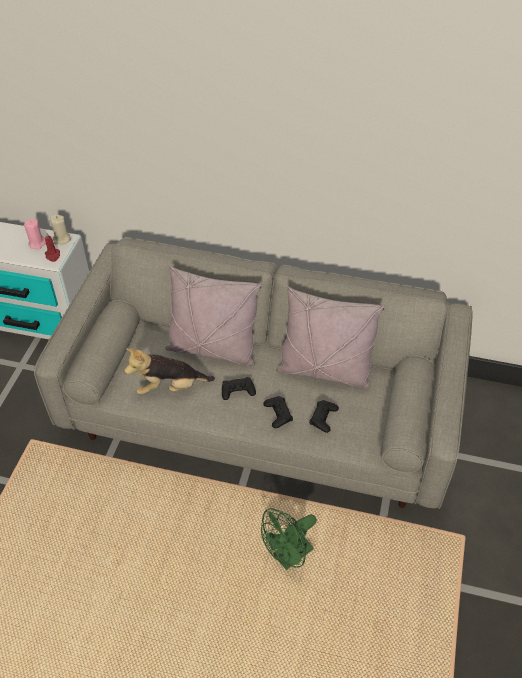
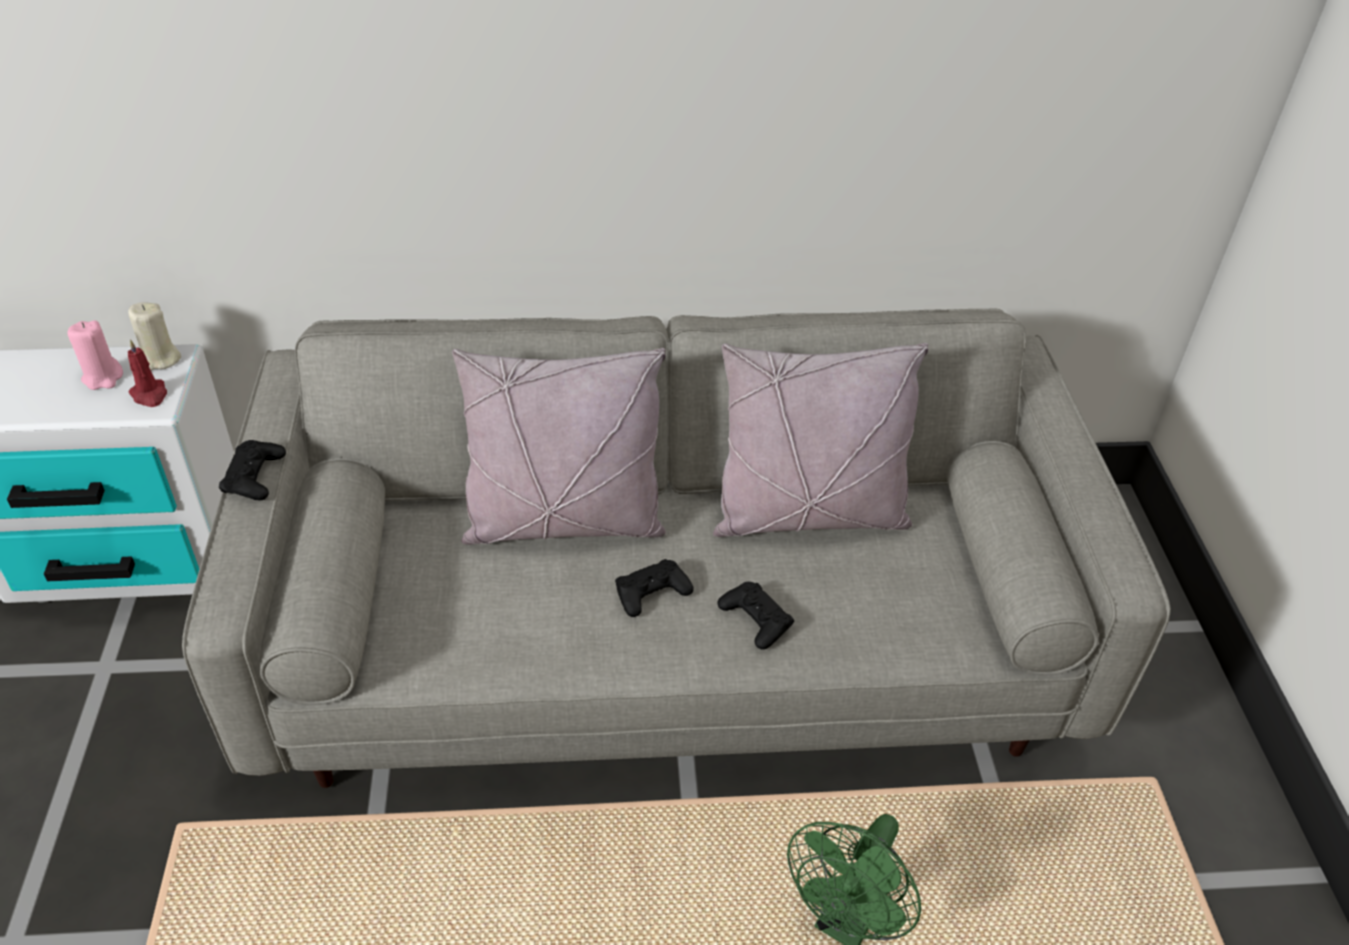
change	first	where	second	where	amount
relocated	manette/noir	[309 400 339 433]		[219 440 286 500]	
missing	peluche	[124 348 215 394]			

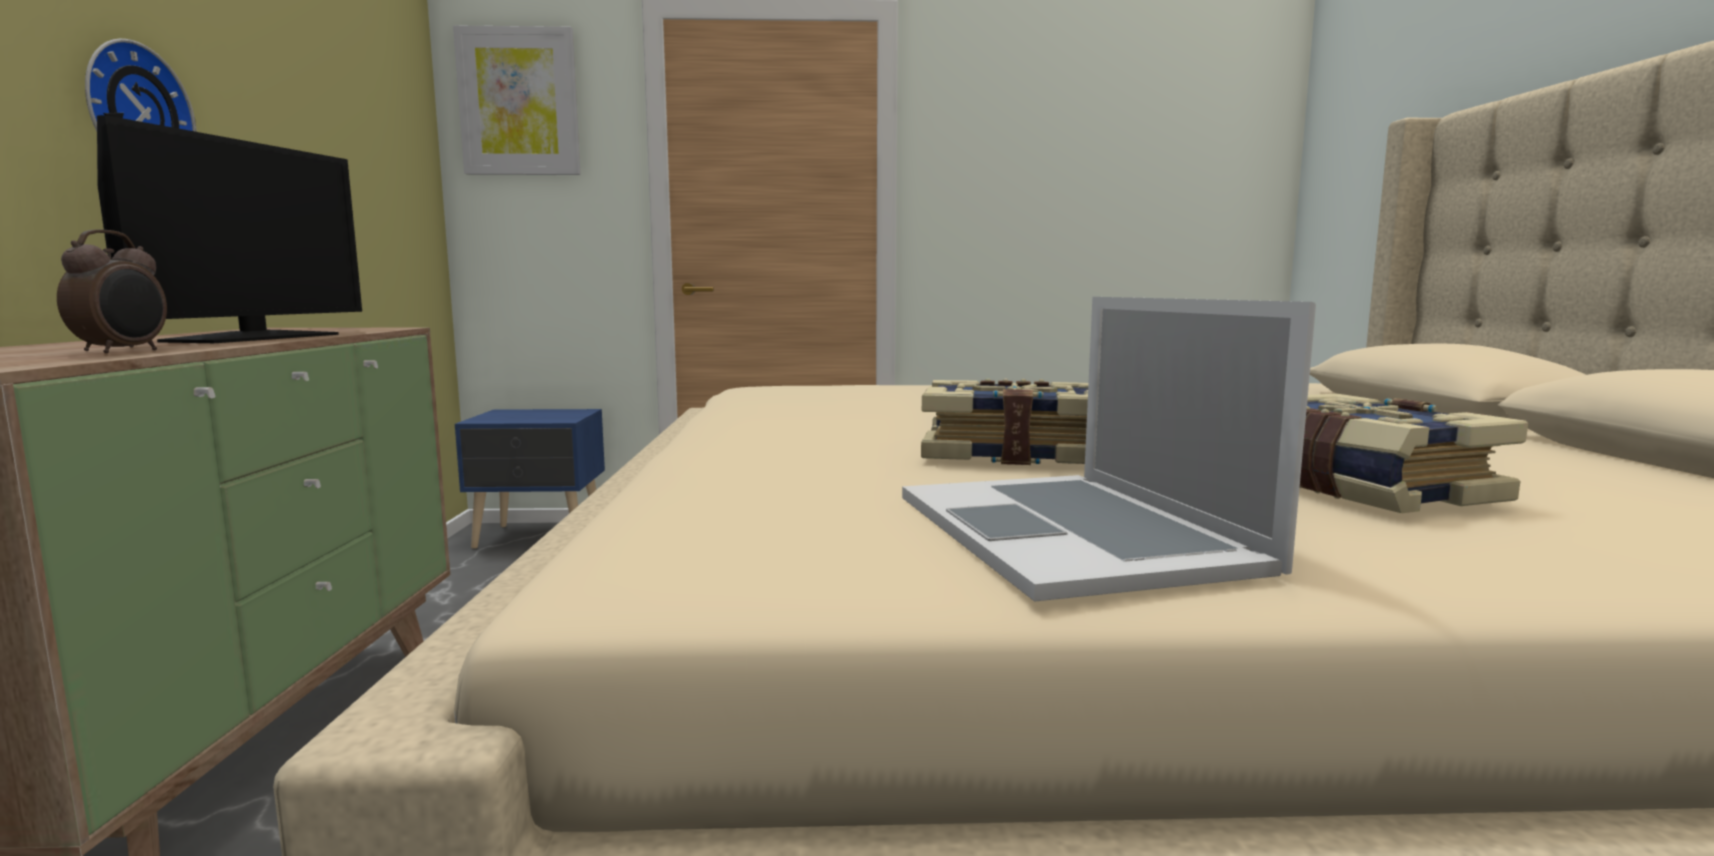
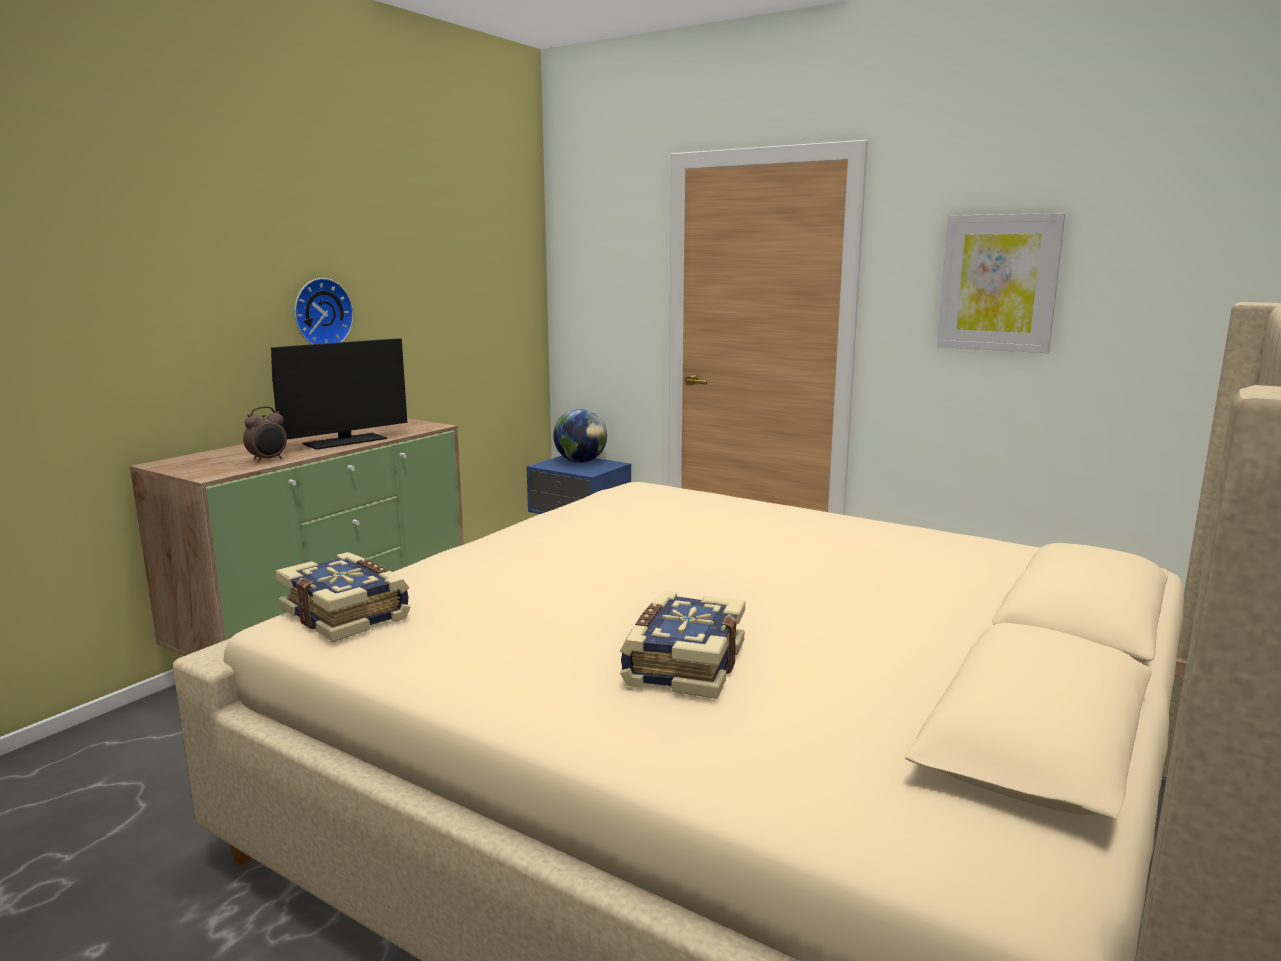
change	first	where	second	where	amount
relocated	livre	[921 378 1088 465]		[275 552 411 642]	
appeared			globe	[553 409 607 463]	
relocated	tableau	[453 25 581 175]		[937 213 1065 353]	
missing	ordinateur portable	[902 297 1316 602]			

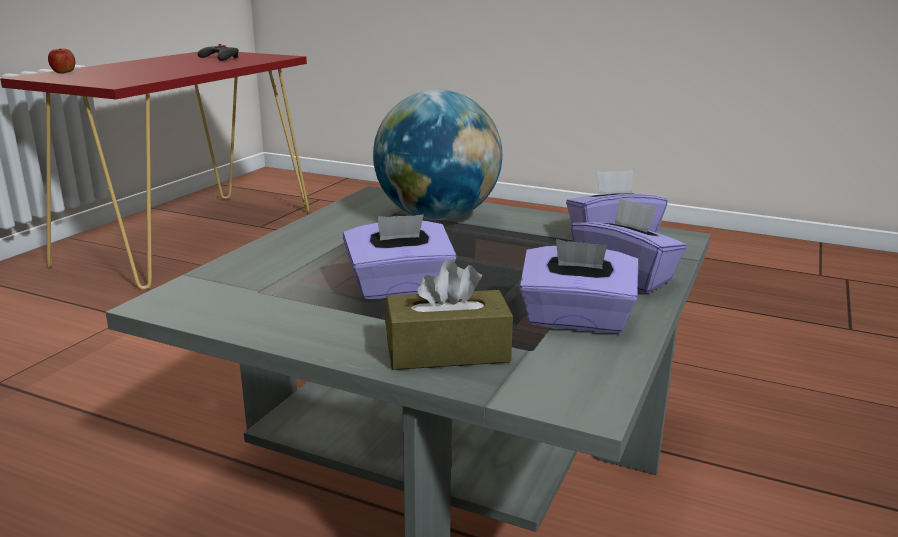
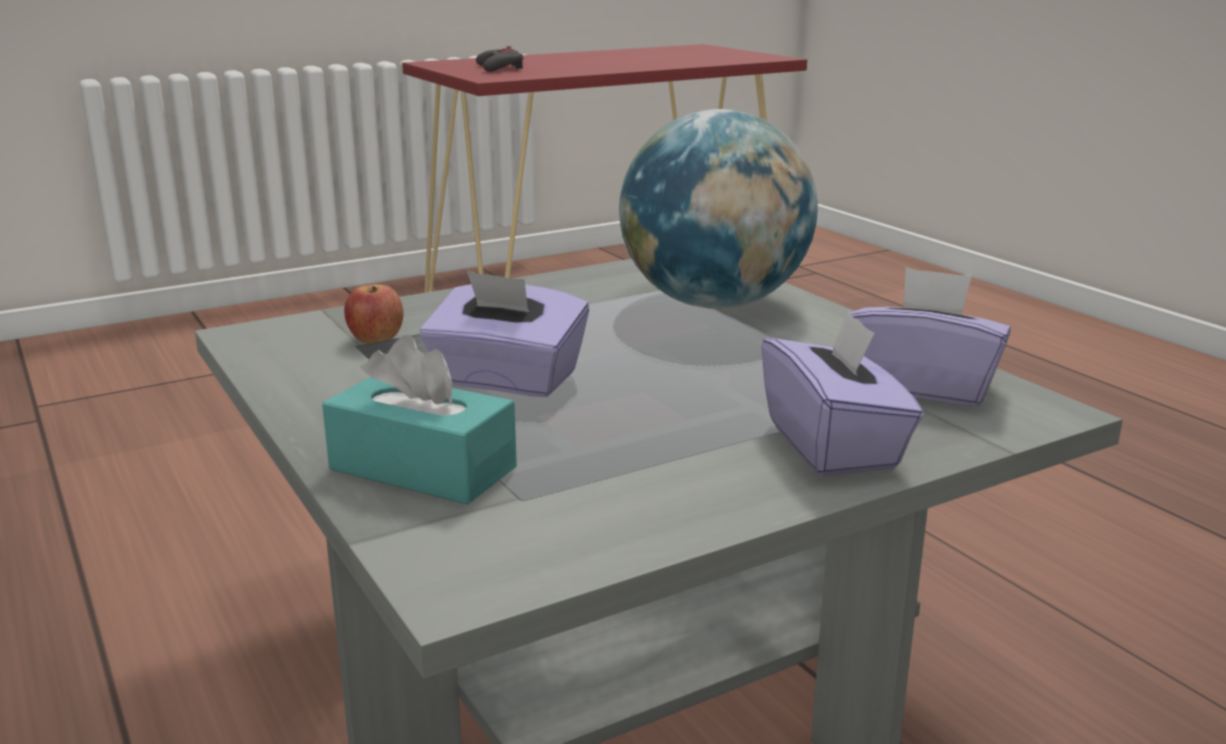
change	first	where	second	where	amount
colour	boîte à mouchoirs/marron	[385 259 513 370]	boîte à mouchoirs/turquoise	[322 335 517 505]	
relocated	pomme	[48 48 75 74]		[344 285 403 344]	
relocated	manette/gris	[198 44 239 61]		[476 46 524 72]	
missing	boîte à mouchoirs/violet	[519 239 638 333]			

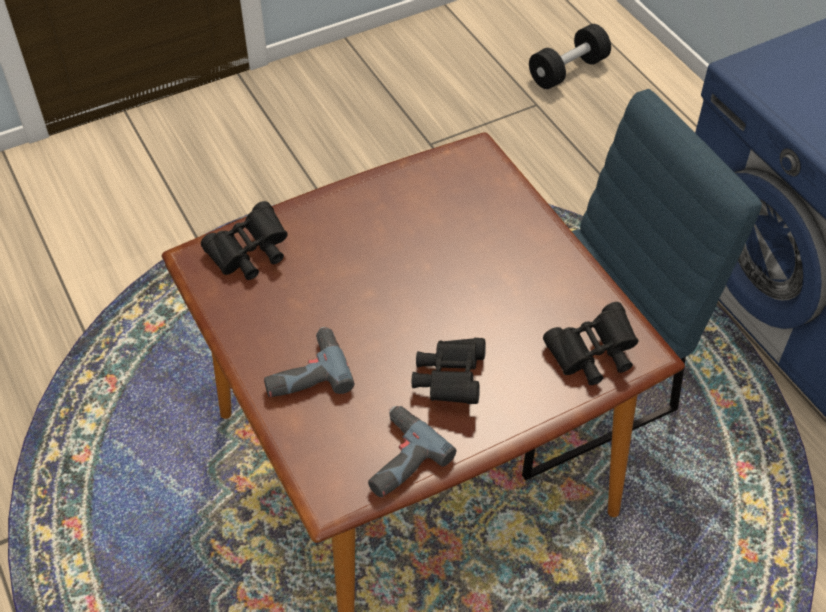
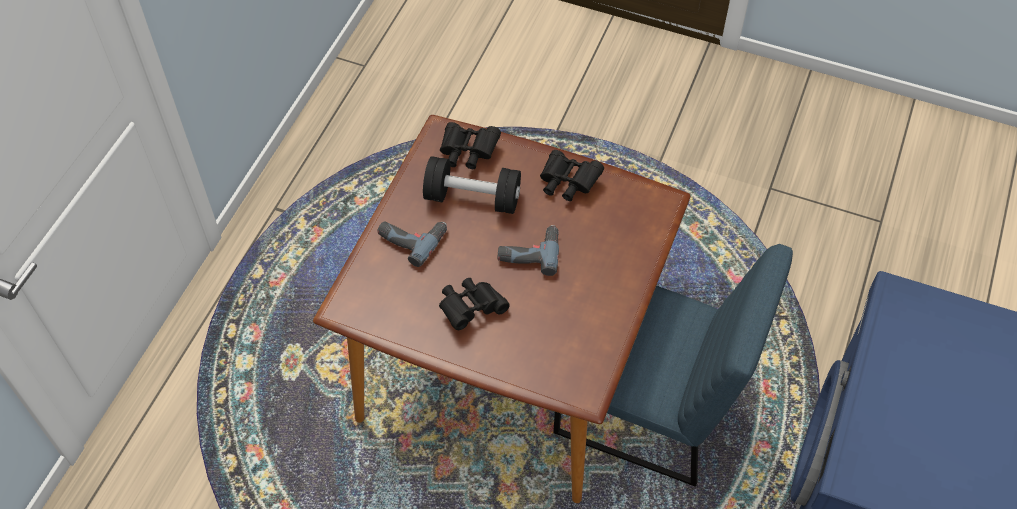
change	first	where	second	where	amount
relocated	haltère/noir	[529 24 611 89]		[423 156 521 214]	
relocated	perceuse	[368 406 457 497]		[498 225 559 276]	
relocated	jumelles/noir	[543 302 639 385]		[540 150 604 201]	

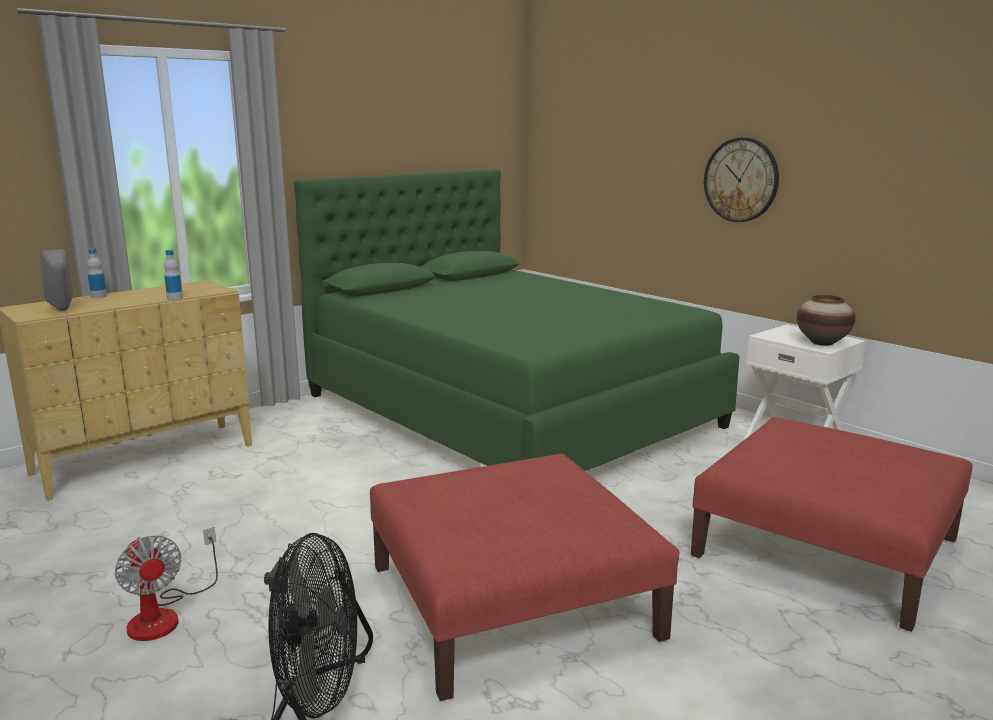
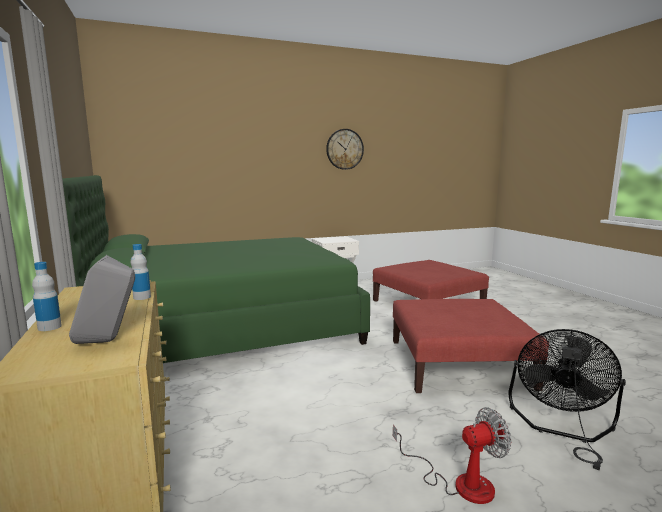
change	first	where	second	where	amount
relocated	horloge murale	[704 137 779 222]		[326 129 364 170]	
missing	vase	[797 295 855 346]			

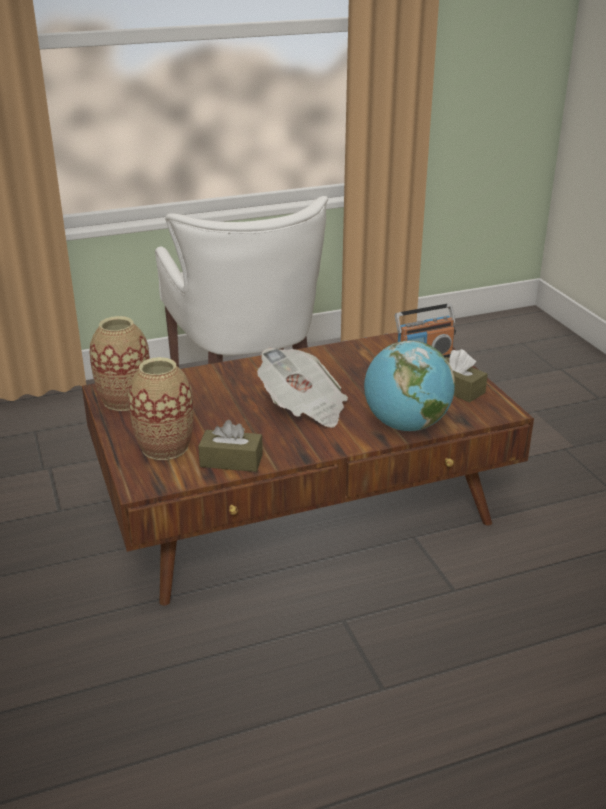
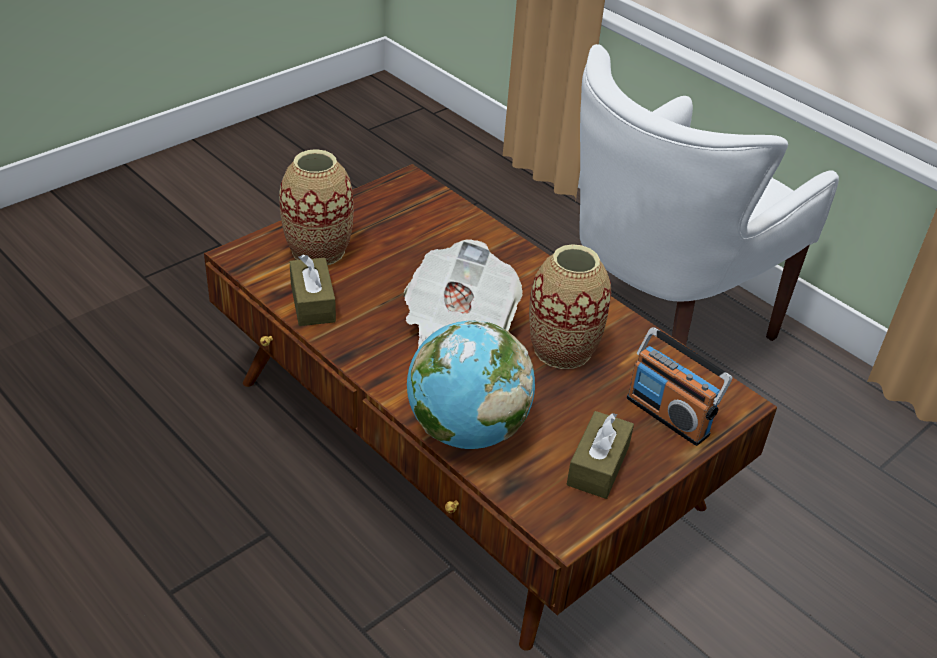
change	first	where	second	where	amount
relocated	vase	[89 316 150 411]		[529 244 611 369]	

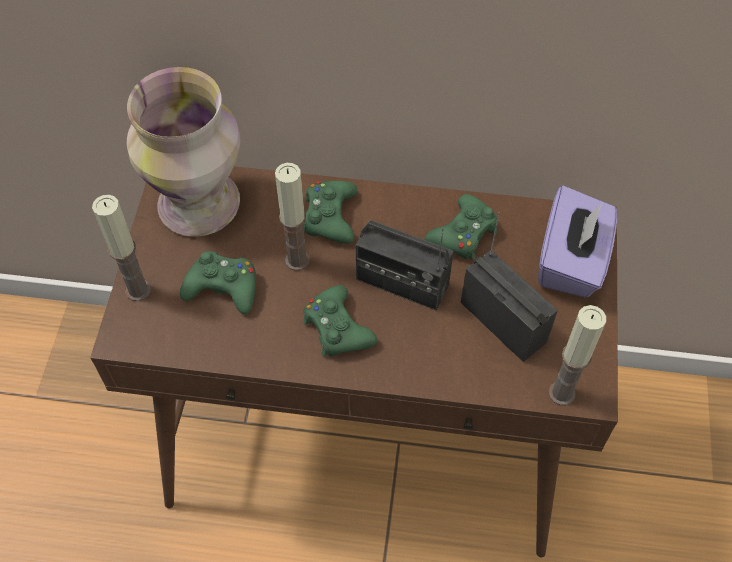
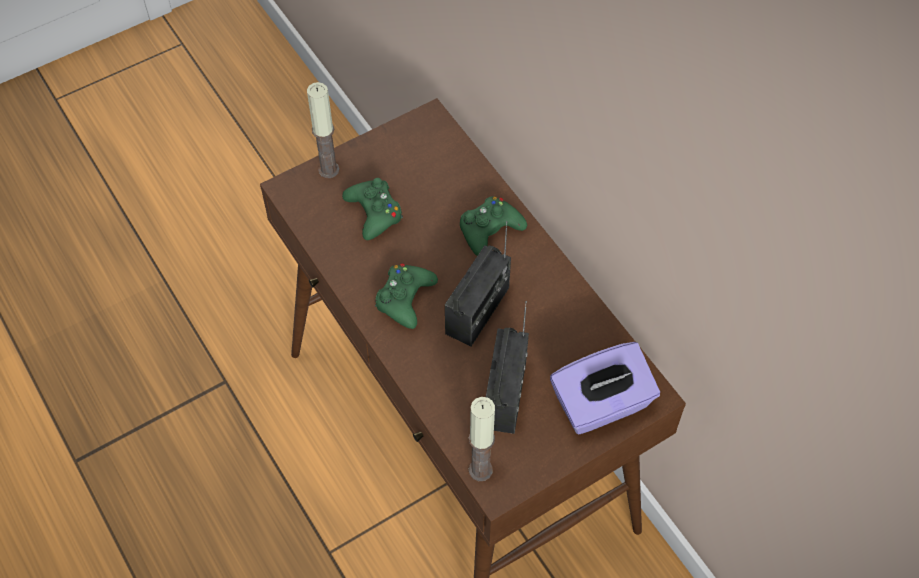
change	first	where	second	where	amount
spun	radio	[356 220 454 311]		[445 221 511 347]	135 degrees counterclockwise
missing	vase	[127 67 240 237]			
missing	bougie	[275 163 310 271]			
missing	manette/vert	[424 194 498 260]			

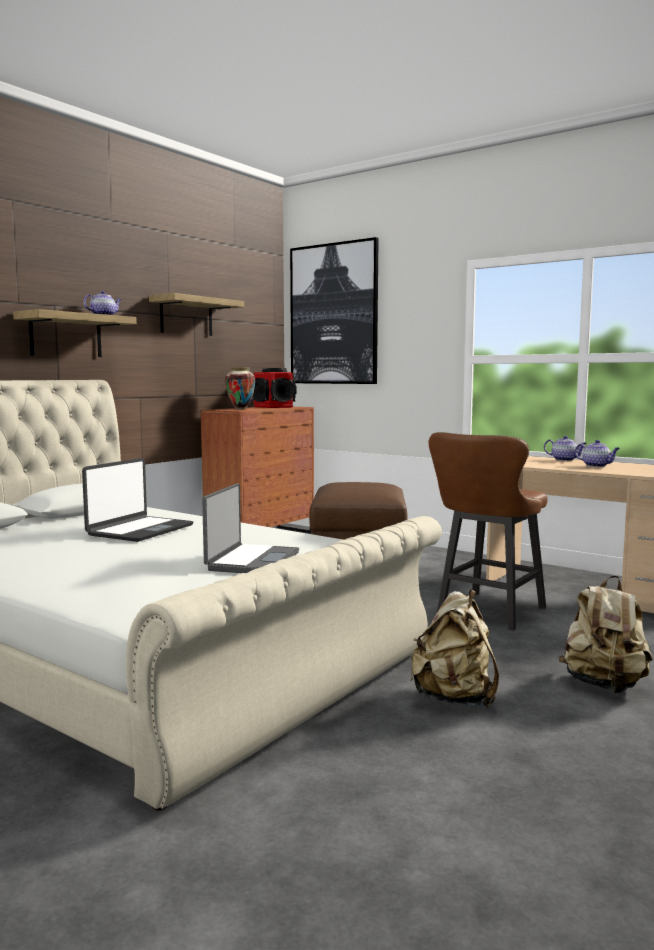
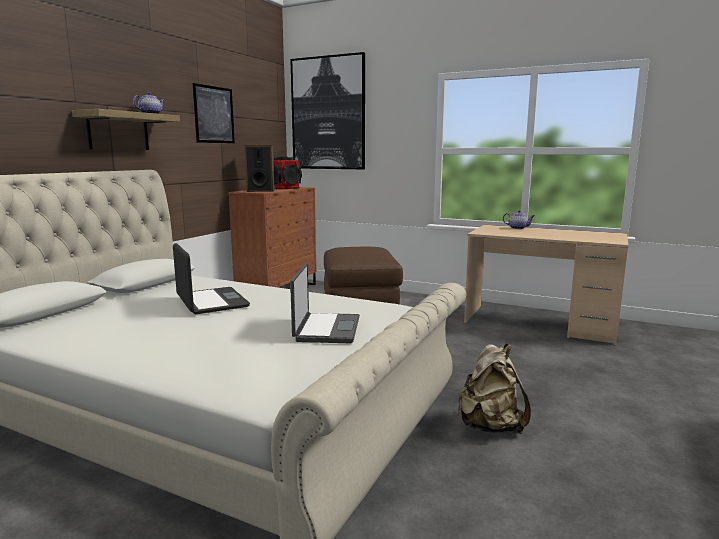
change	first	where	second	where	amount
spun	ordinateur portable	[82 458 194 542]		[173 243 250 314]	45 degrees counterclockwise
exchanged	étagère	[149 293 244 336]	tableau	[193 83 235 143]	
exchanged	vase	[225 367 255 410]	enceinte	[245 145 275 192]	
missing	tabouret/marron	[428 432 548 631]			
missing	sac à dos/beige	[559 576 652 693]			
missing	théière	[575 440 620 467]			

